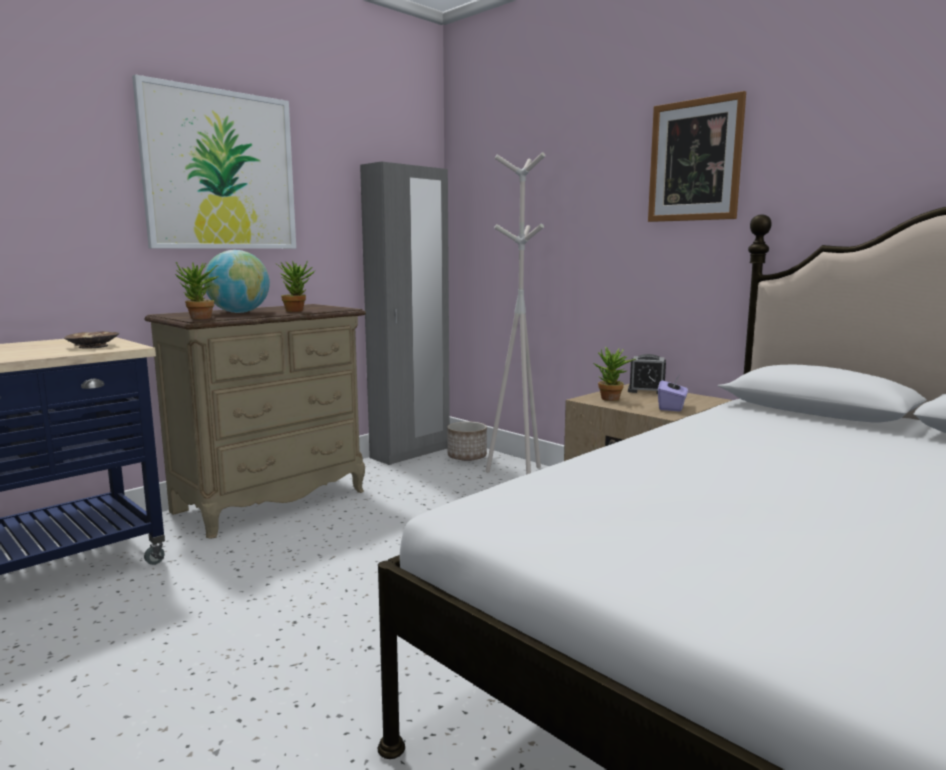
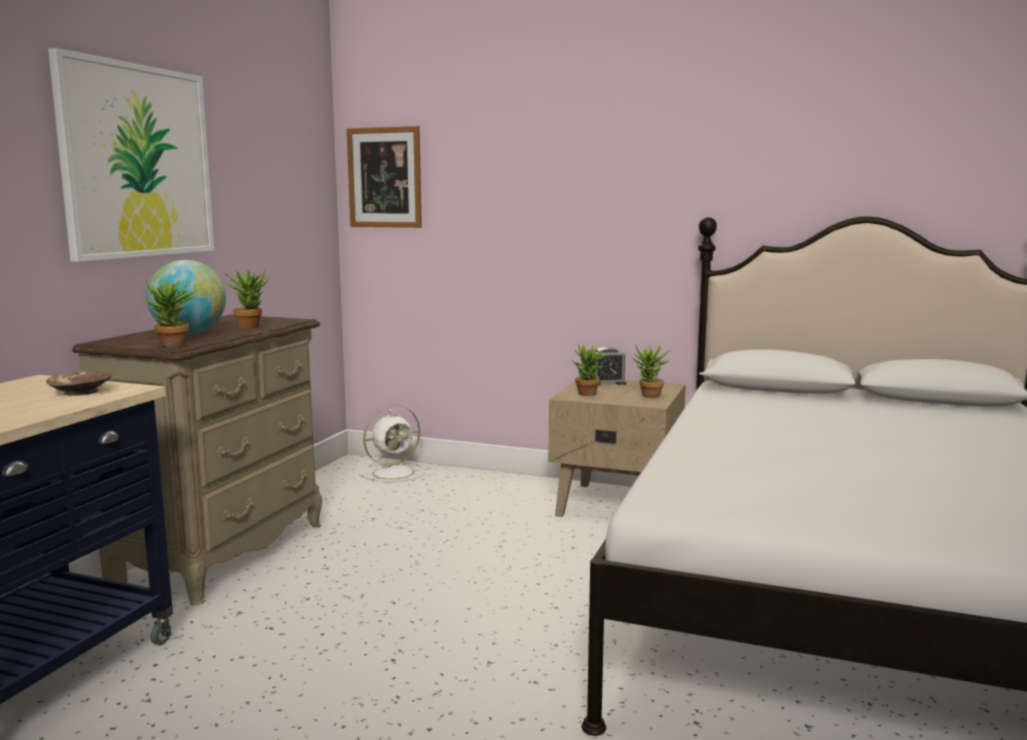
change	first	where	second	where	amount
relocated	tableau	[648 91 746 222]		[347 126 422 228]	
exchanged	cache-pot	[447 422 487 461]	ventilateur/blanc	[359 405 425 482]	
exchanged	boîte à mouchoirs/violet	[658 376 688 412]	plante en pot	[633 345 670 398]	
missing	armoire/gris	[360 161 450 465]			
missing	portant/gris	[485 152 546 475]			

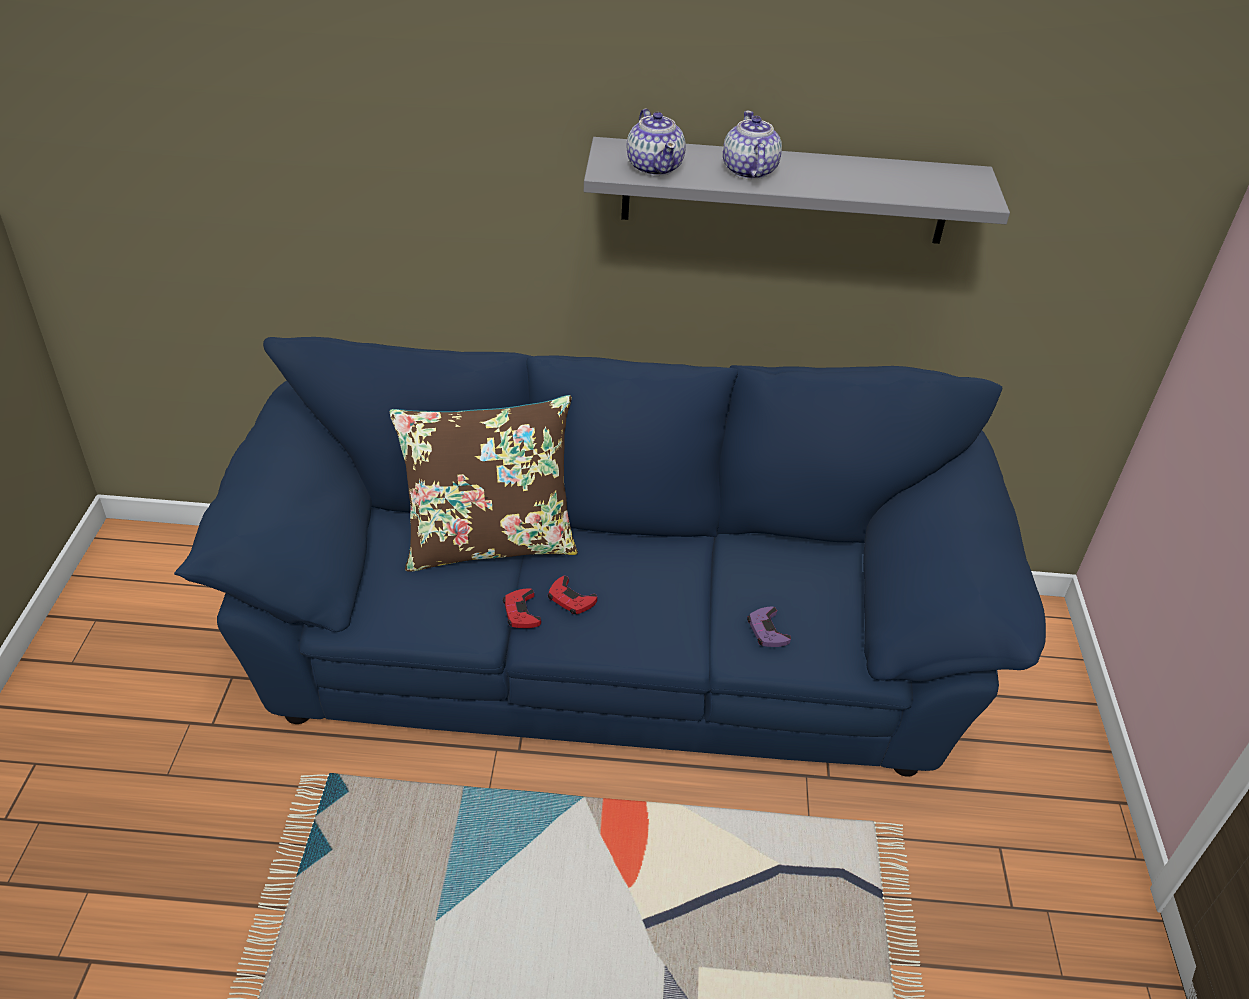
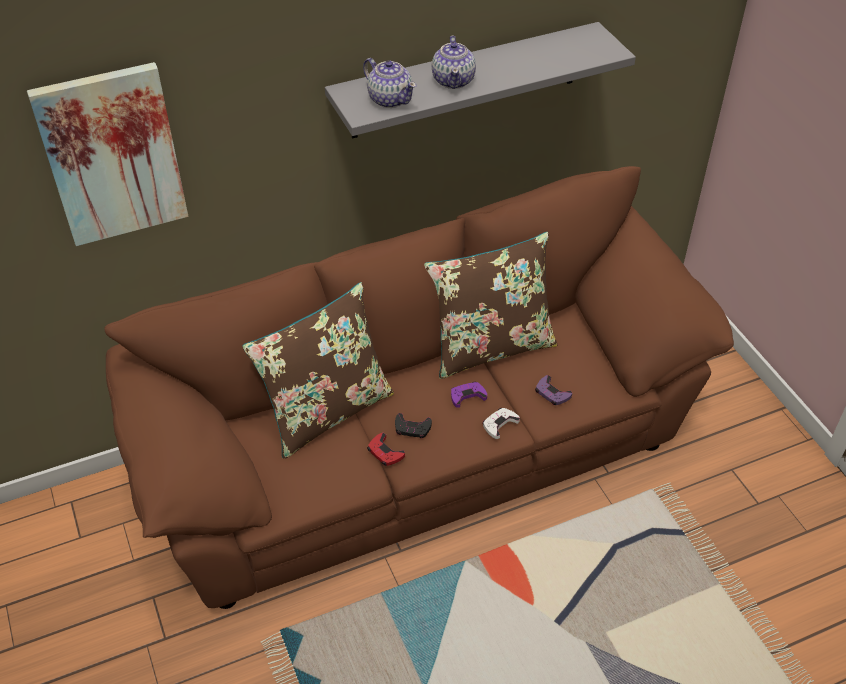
change	first	where	second	where	amount
appeared			tableau	[27 62 188 246]	
colour	canapé/bleu	[174 337 1046 777]	canapé/marron	[104 166 734 609]	
colour	manette/rouge	[548 576 597 614]	manette/noir	[395 413 432 438]	
appeared			coussin/marron	[424 232 557 379]	
spun	théière	[723 111 782 180]		[432 36 476 89]	150 degrees counterclockwise
appeared			manette/violet	[451 381 487 408]	
appeared			manette/blanc	[482 408 520 439]	

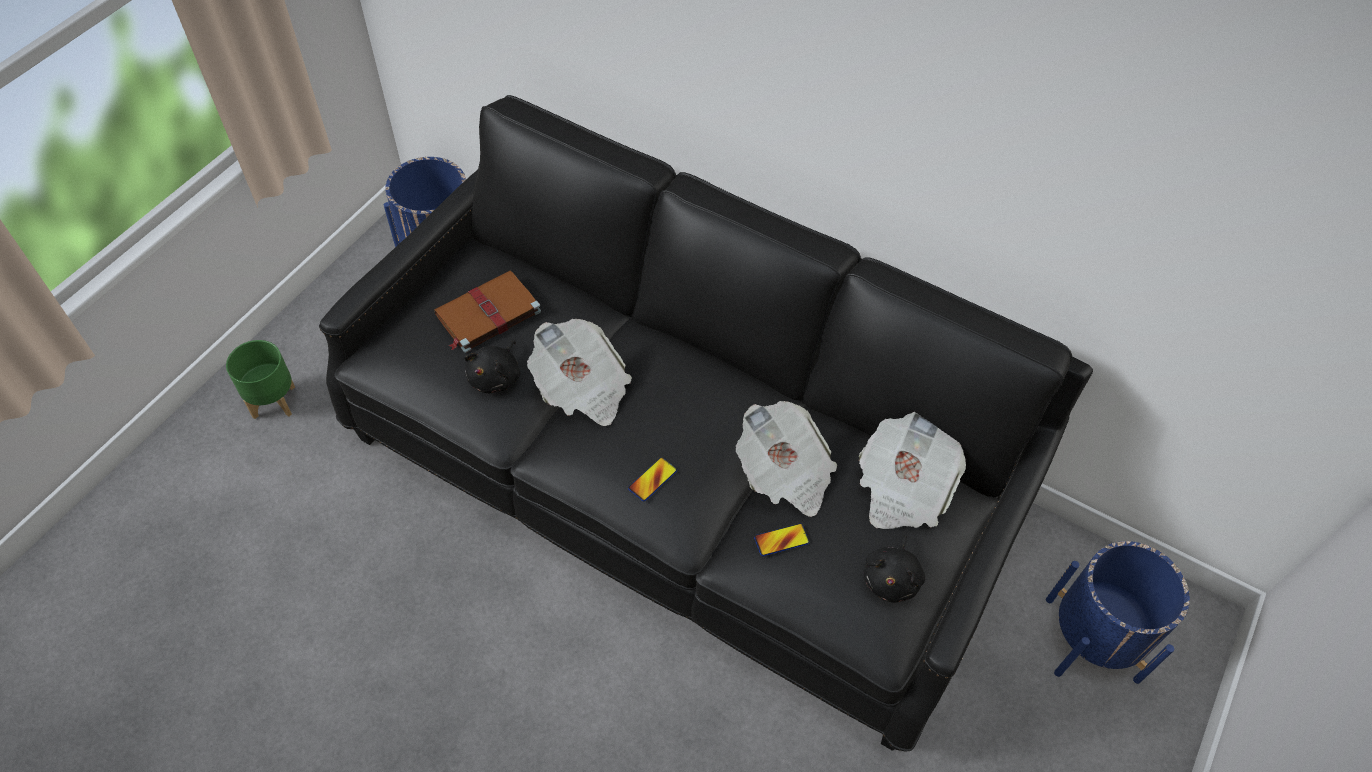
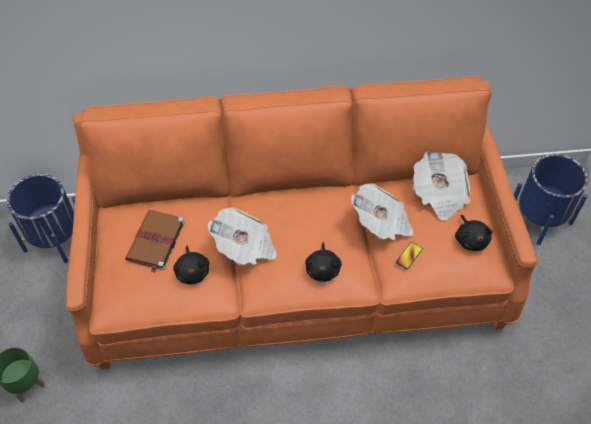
change	first	where	second	where	amount
colour	canapé/noir	[319 95 1093 751]	canapé/orange	[66 76 537 370]	
exchanged	téléphone	[628 457 677 501]	peluche/noir	[305 242 342 282]	

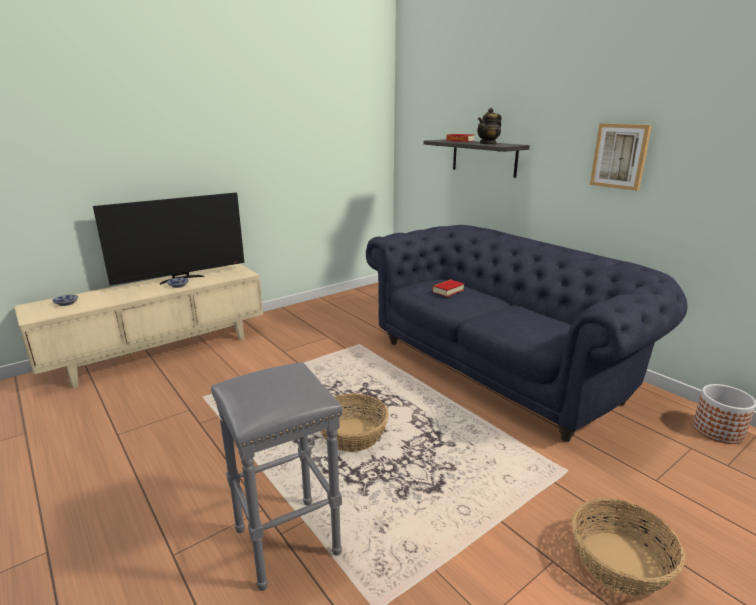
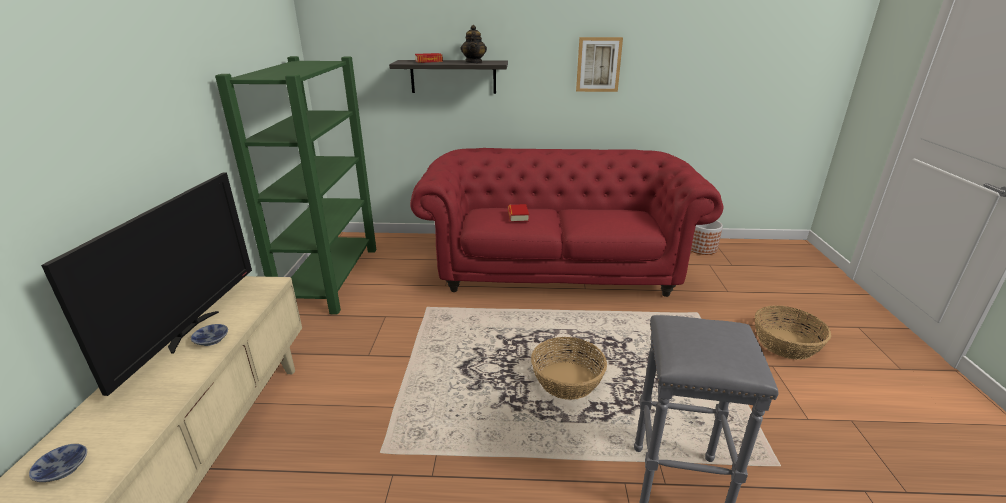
change	first	where	second	where	amount
appeared			bibliothèque/vert	[215 56 376 315]	
colour	canapé/bleu	[366 225 688 442]	canapé/rouge	[410 148 723 297]	

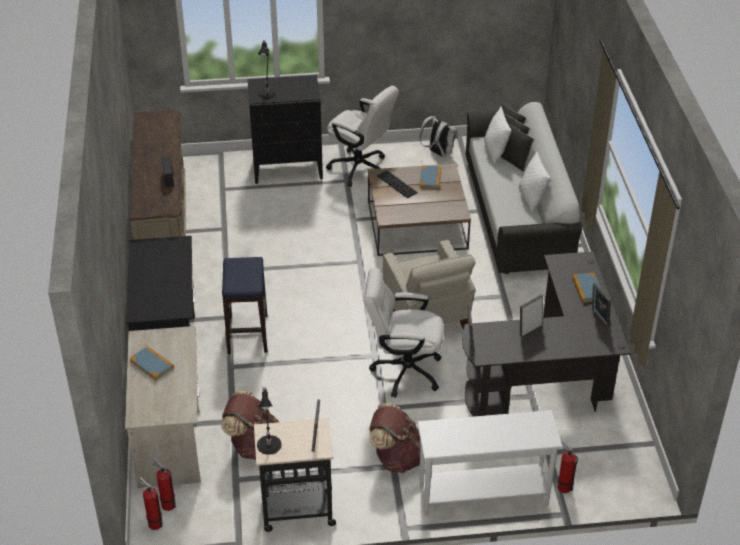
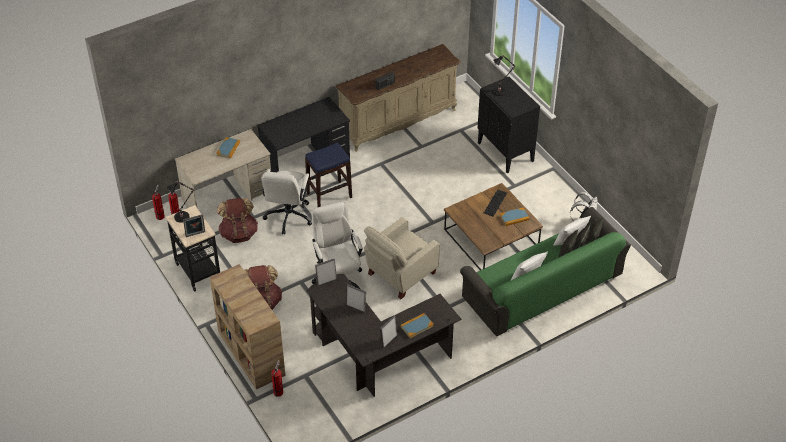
change	first	where	second	where	amount
exchanged	table console/blanc	[417 410 563 516]	bibliothèque/marron	[210 264 286 389]	
relocated	chaise de bureau/blanc	[326 86 399 187]		[261 169 312 235]	
colour	canapé/blanc	[466 102 582 274]	canapé/vert	[460 207 631 336]	

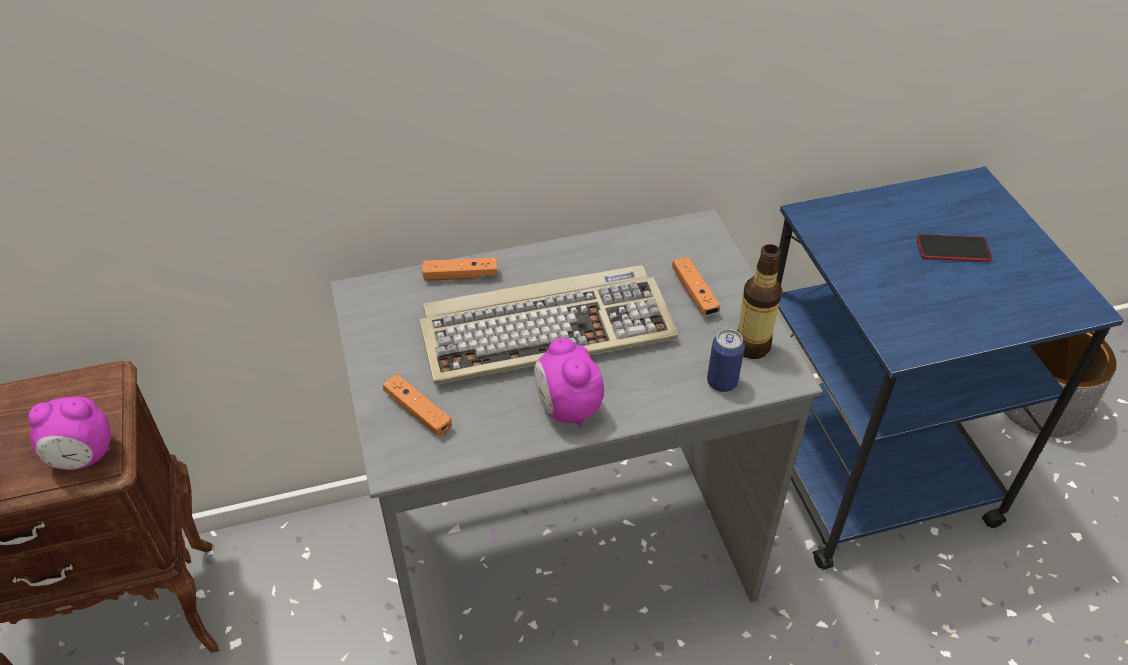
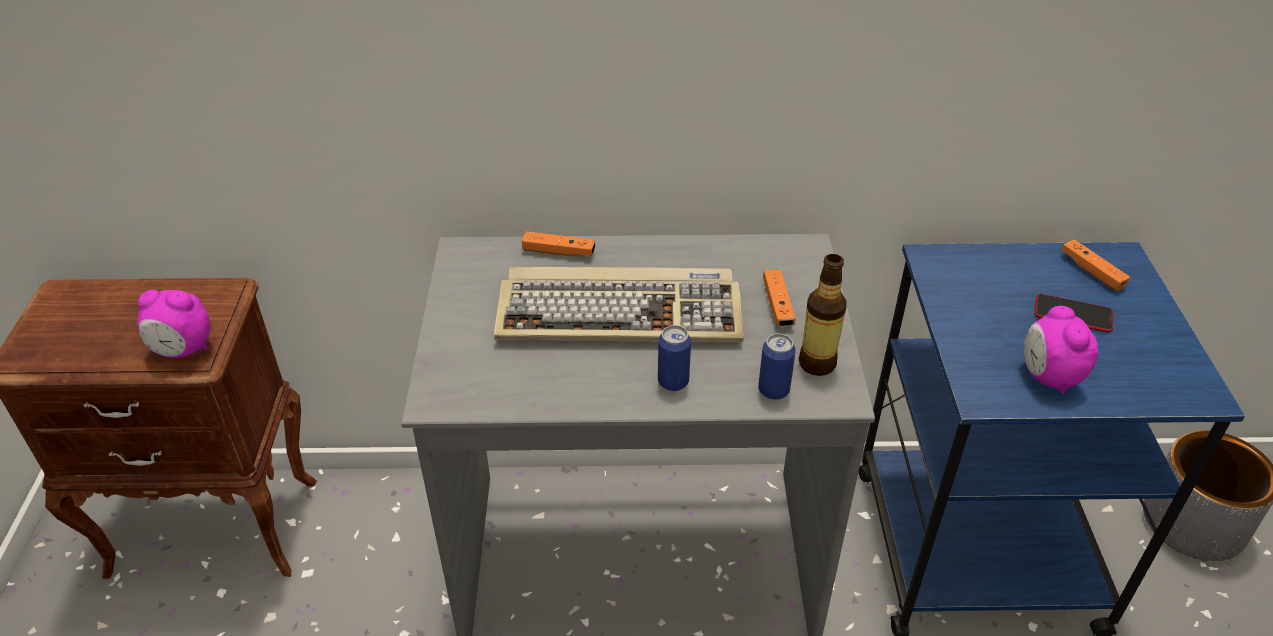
change	first	where	second	where	amount
appeared			boîte métallique	[658 325 691 391]	
relocated	réveil	[534 338 604 426]		[1024 306 1098 394]	
relocated	manette/orange	[383 374 452 437]		[1061 239 1130 291]	

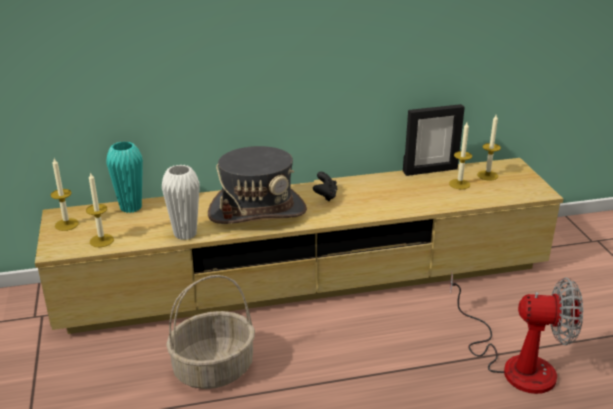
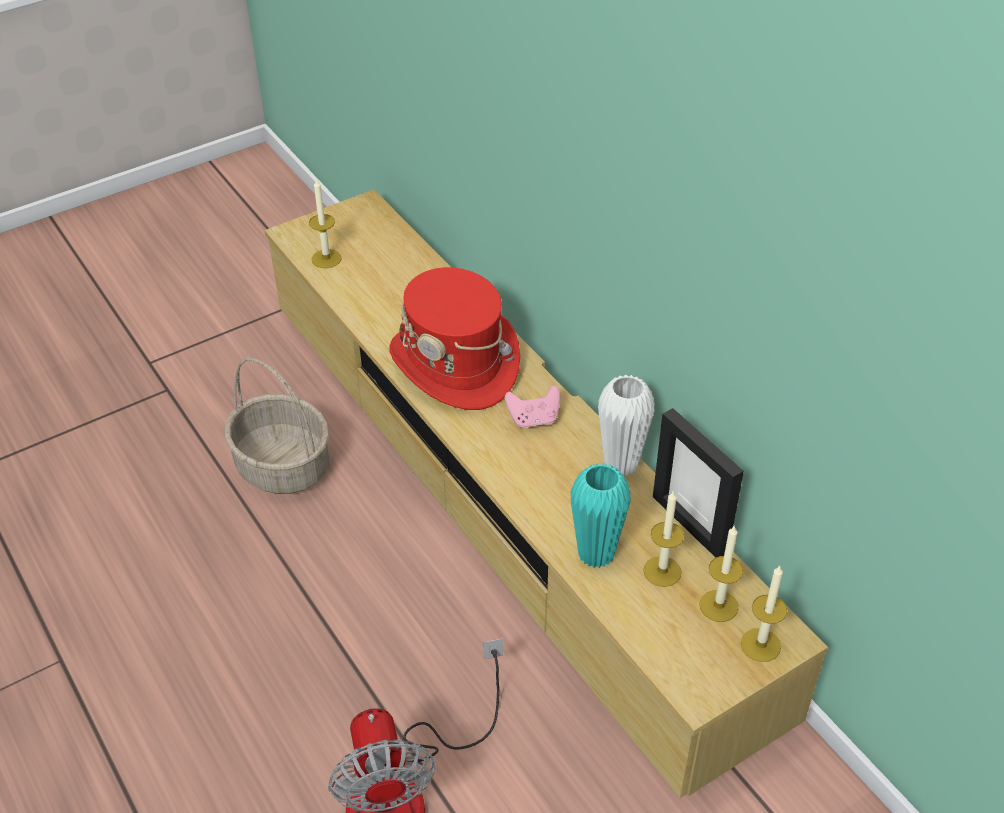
change	first	where	second	where	amount
colour	chapeau/gris	[208 146 307 224]	chapeau/rouge	[389 267 520 410]	
colour	manette/noir	[313 172 337 201]	manette/rose	[505 385 560 428]	
relocated	vase/turquoise	[106 141 143 213]		[570 463 631 568]	
relocated	vase/blanc	[162 165 200 240]		[598 375 655 476]	
relocated	bougie	[51 158 79 231]		[741 566 787 662]	

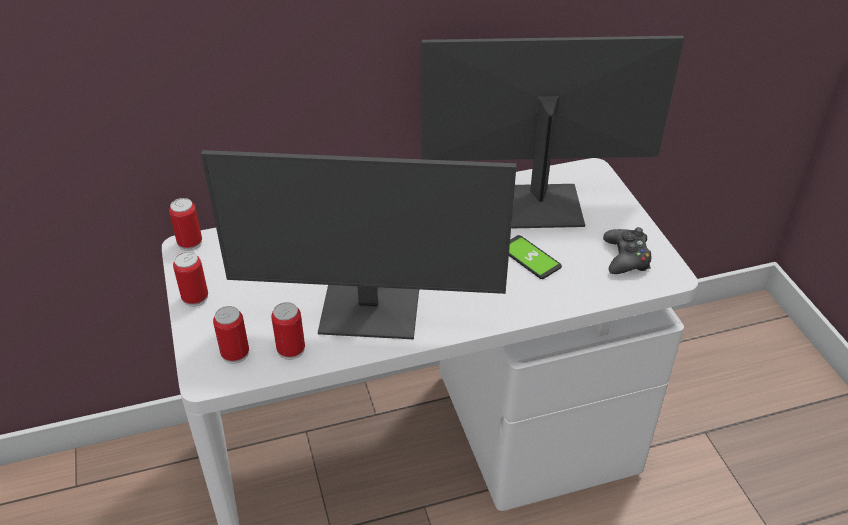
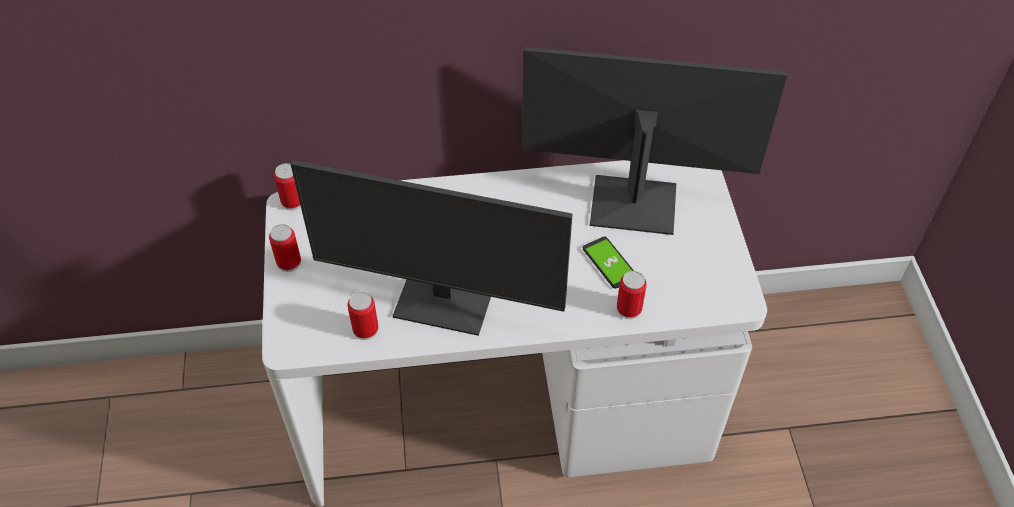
change	first	where	second	where	amount
relocated	boîte métallique	[213 306 249 364]		[617 271 647 319]	
missing	manette/noir	[603 227 651 274]			

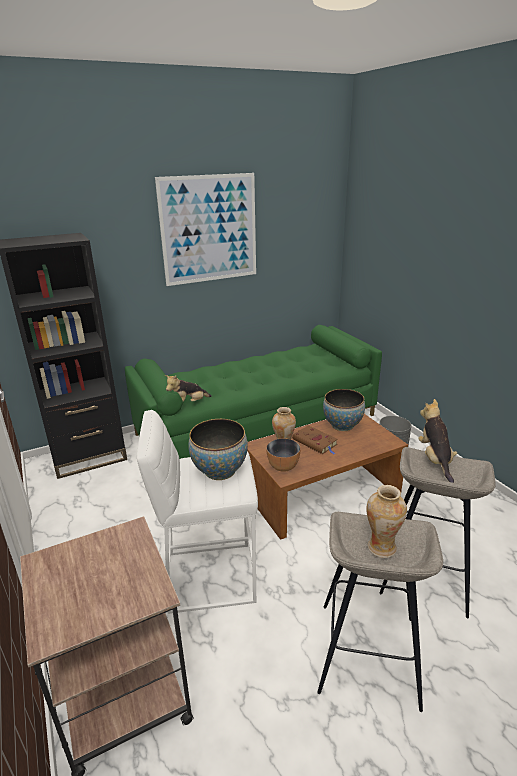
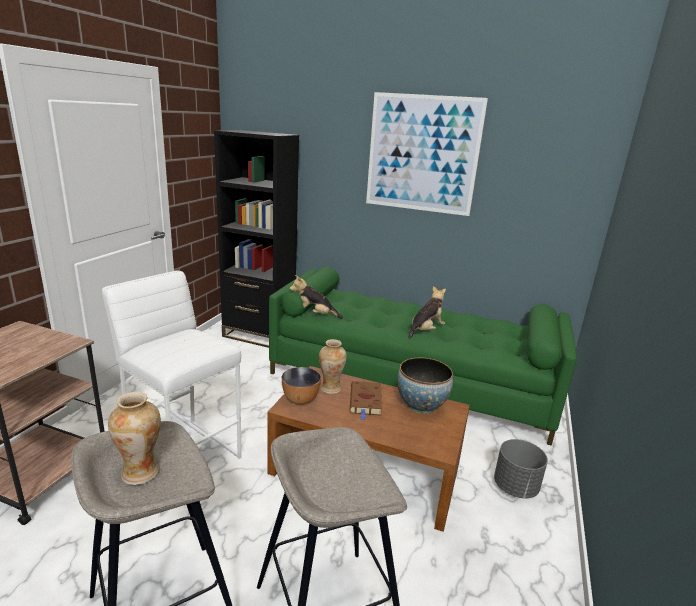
change	first	where	second	where	amount
relocated	peluche	[418 399 457 483]		[408 286 446 339]	
missing	bol	[188 419 248 480]			

